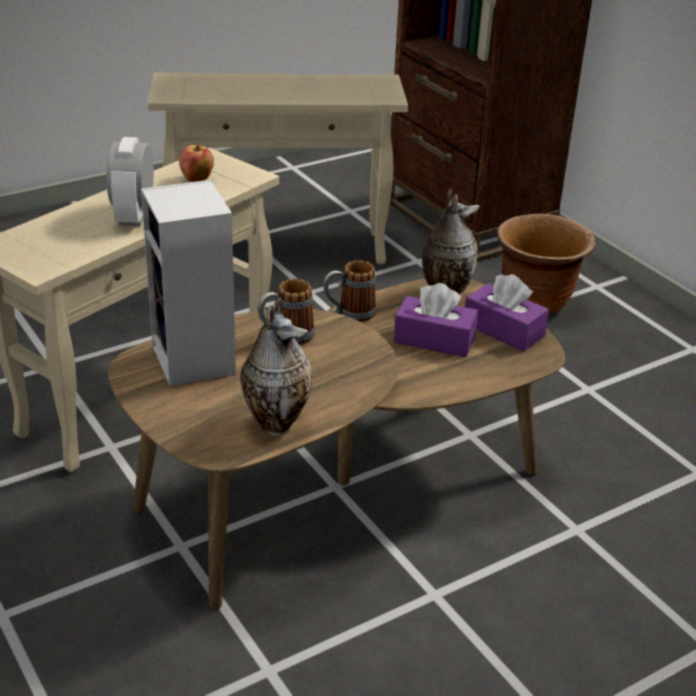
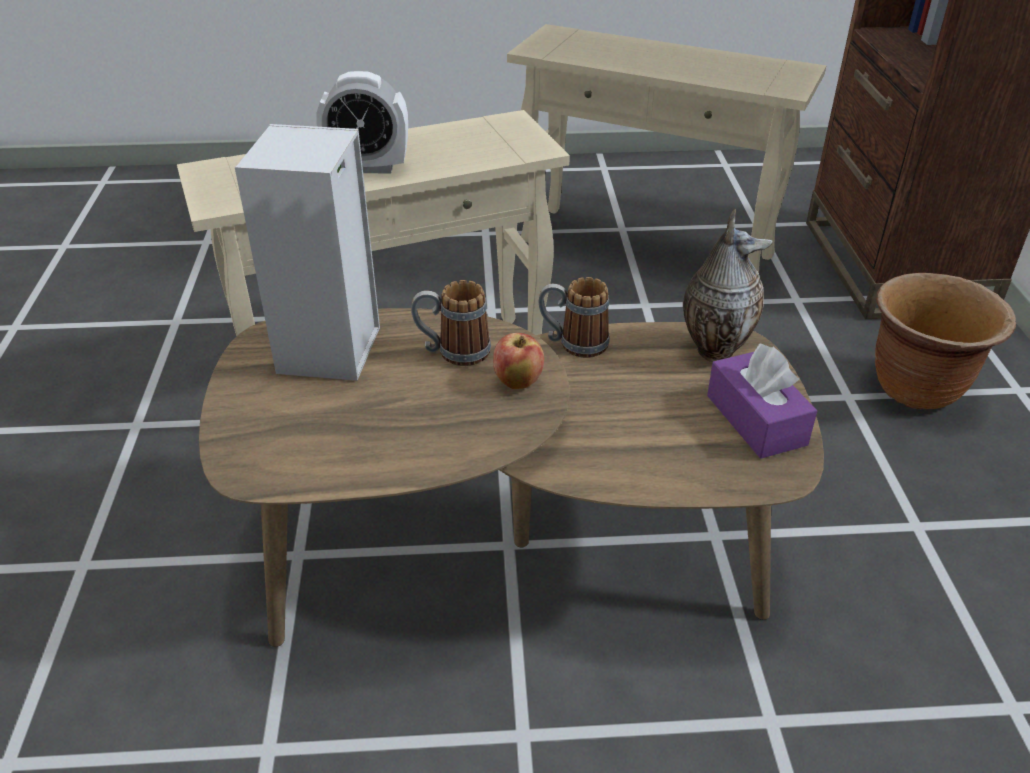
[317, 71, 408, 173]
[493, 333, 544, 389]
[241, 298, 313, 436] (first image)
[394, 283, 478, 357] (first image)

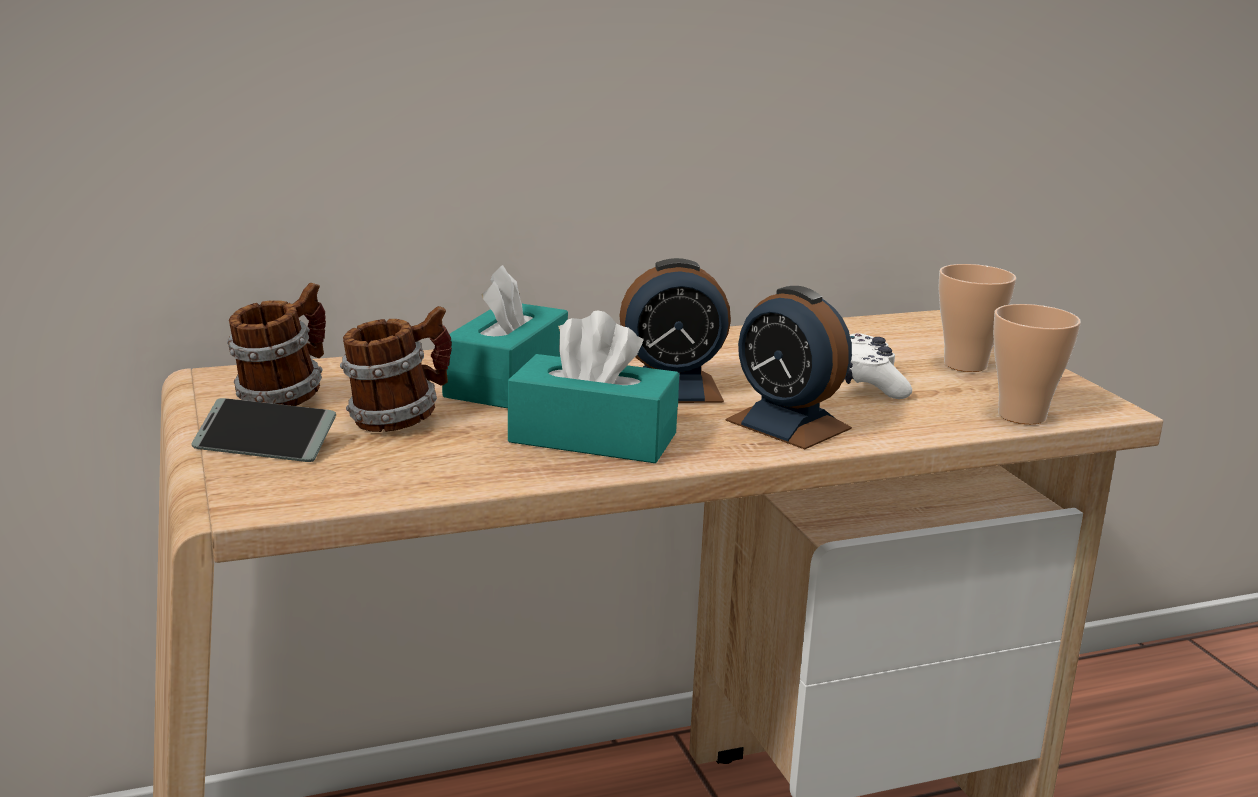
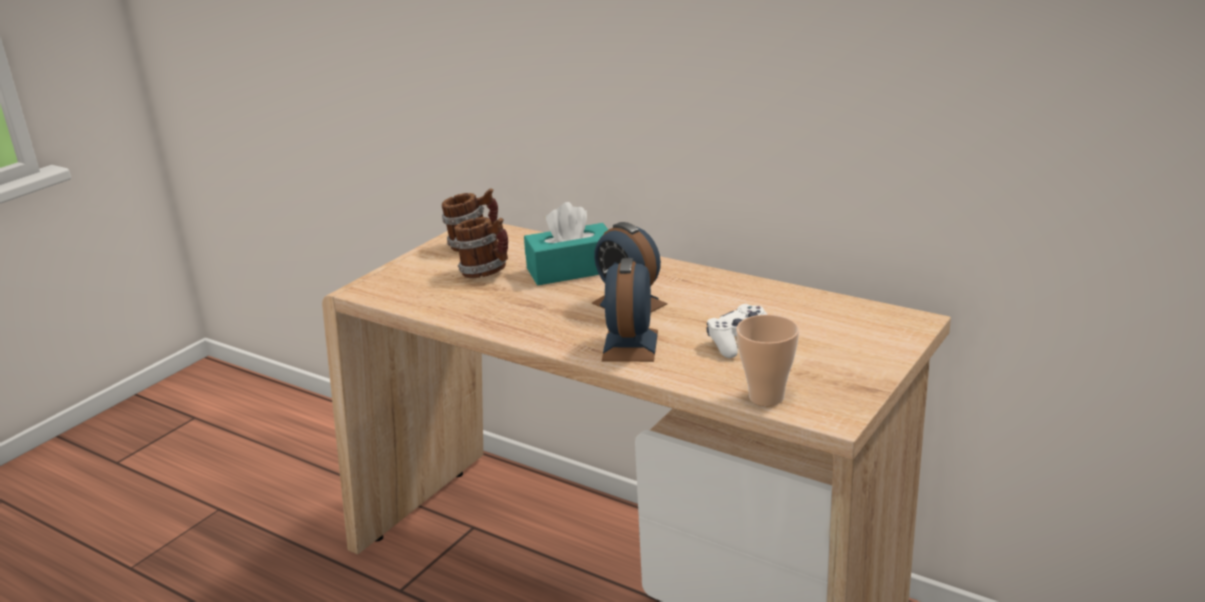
[191, 398, 336, 462] (first image)
[508, 311, 679, 463] (first image)
[938, 264, 1016, 372] (first image)

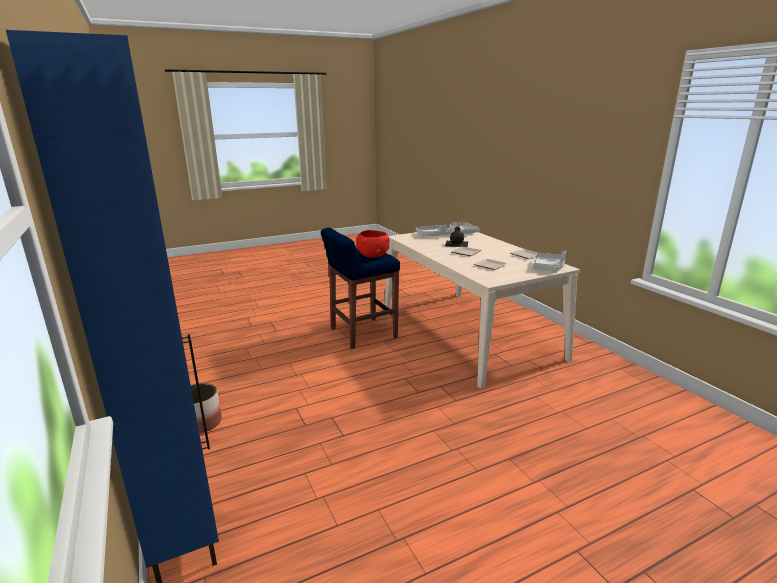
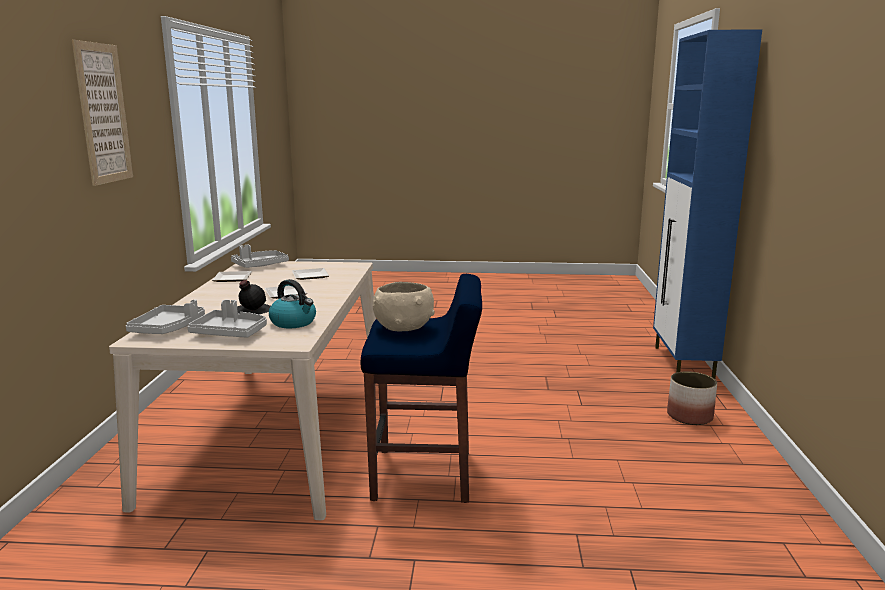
[72, 40, 133, 186]
[269, 279, 316, 328]
[373, 282, 435, 331]

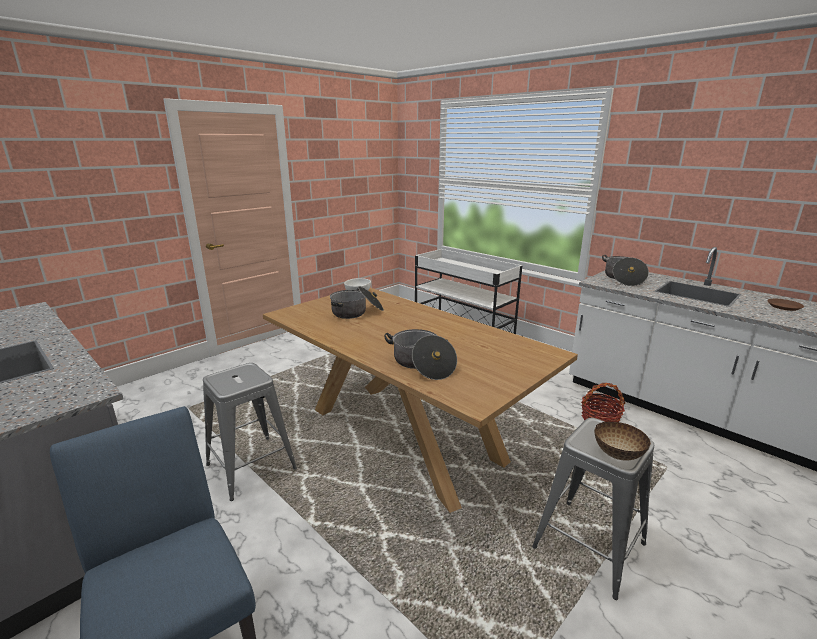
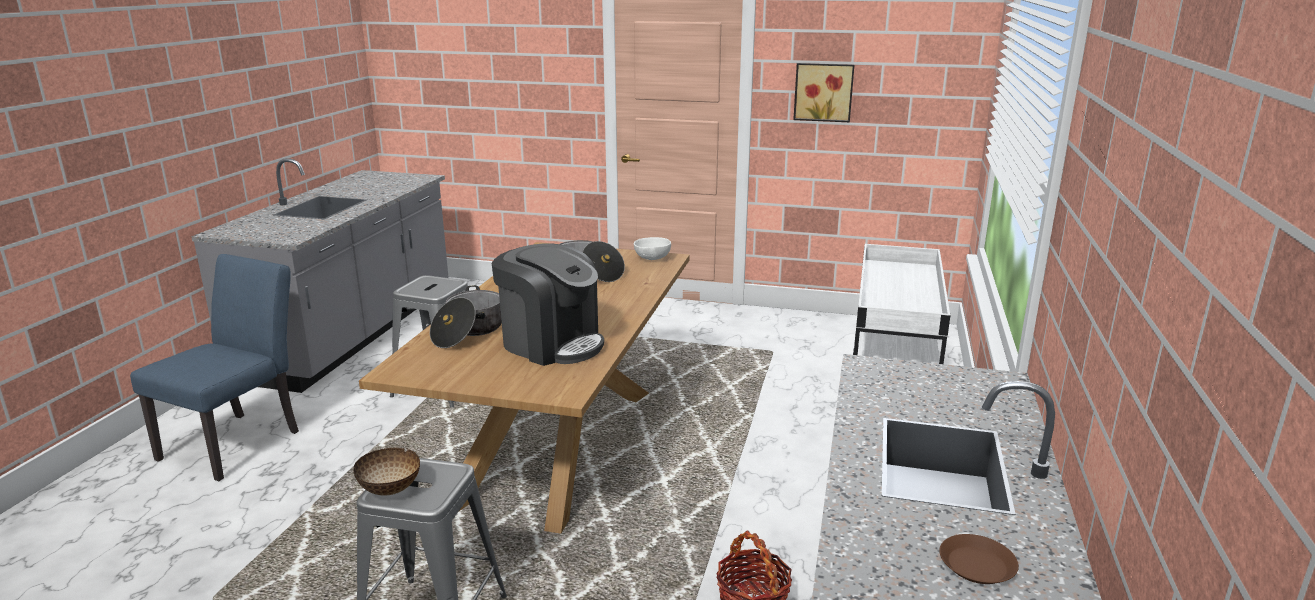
[492, 244, 604, 366]
[793, 63, 855, 122]
[602, 255, 649, 286] (first image)

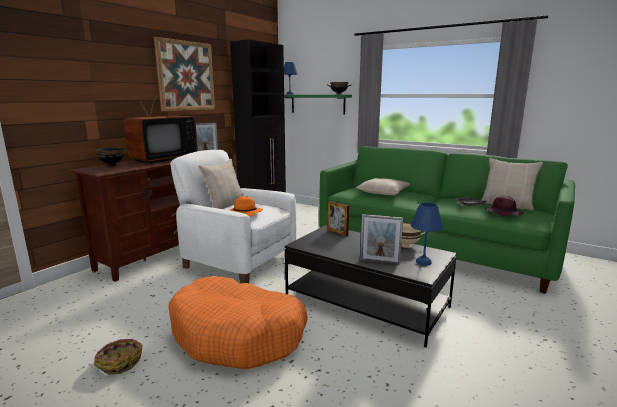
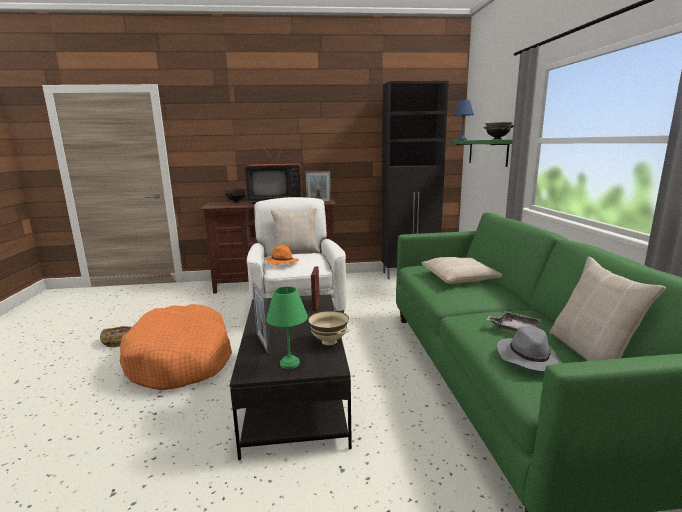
[266, 286, 308, 369]
[497, 326, 562, 371]
[154, 37, 215, 111] (first image)

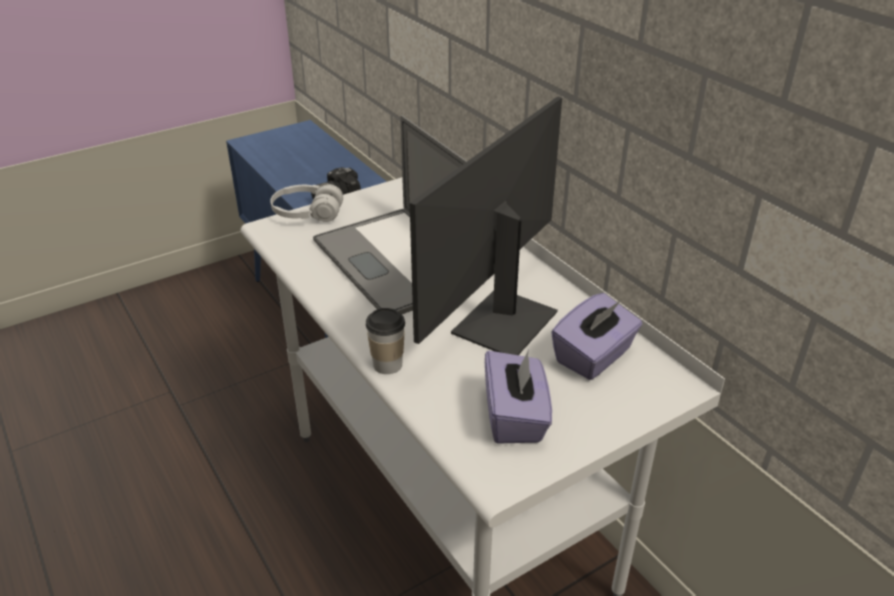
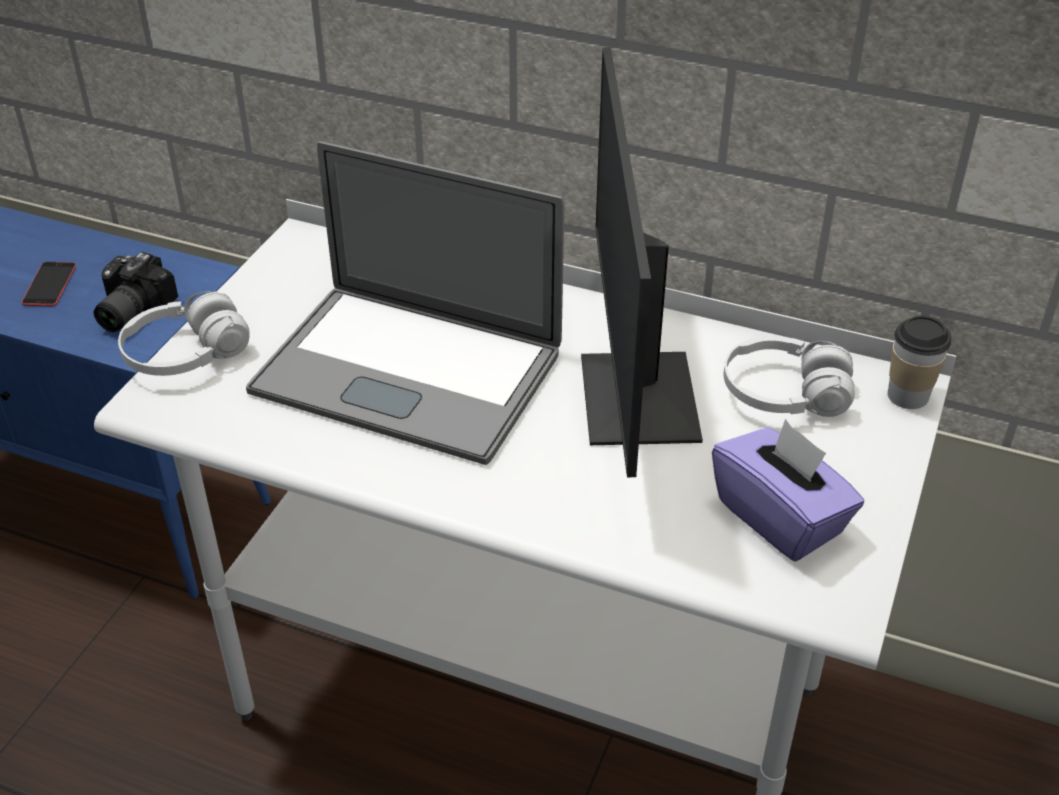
[21, 262, 76, 306]
[724, 336, 855, 417]
[888, 316, 951, 409]

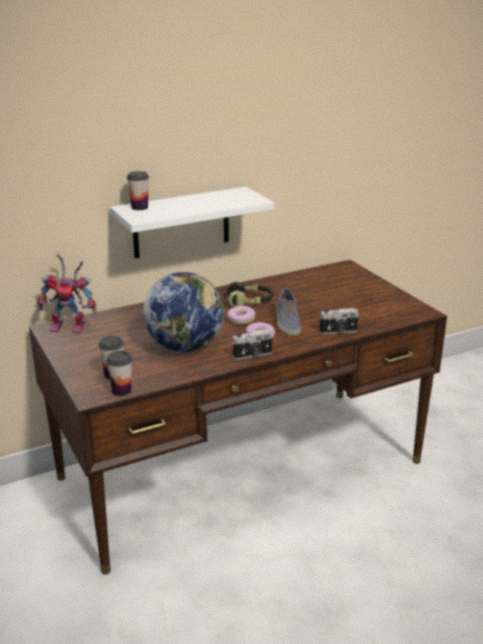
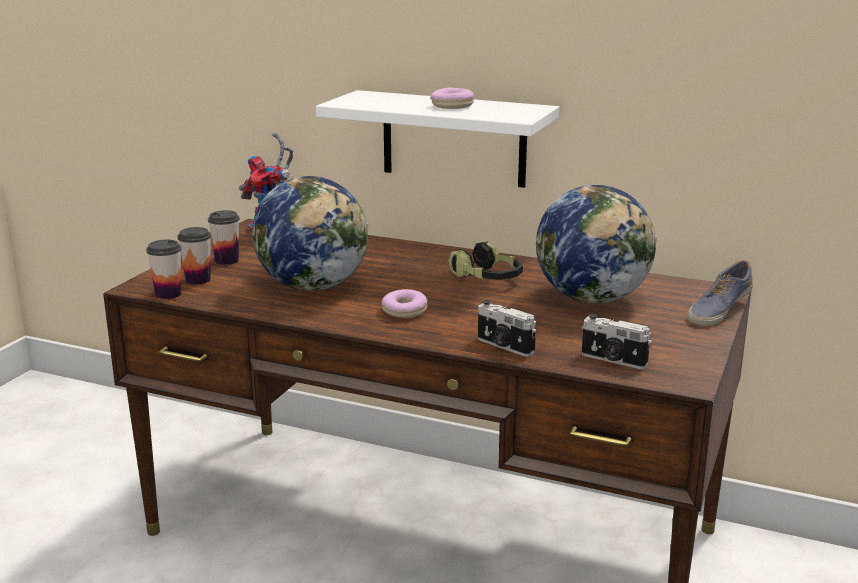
[208, 210, 240, 265]
[430, 88, 474, 109]
[536, 185, 657, 303]
[582, 314, 652, 369]
[688, 260, 753, 326]

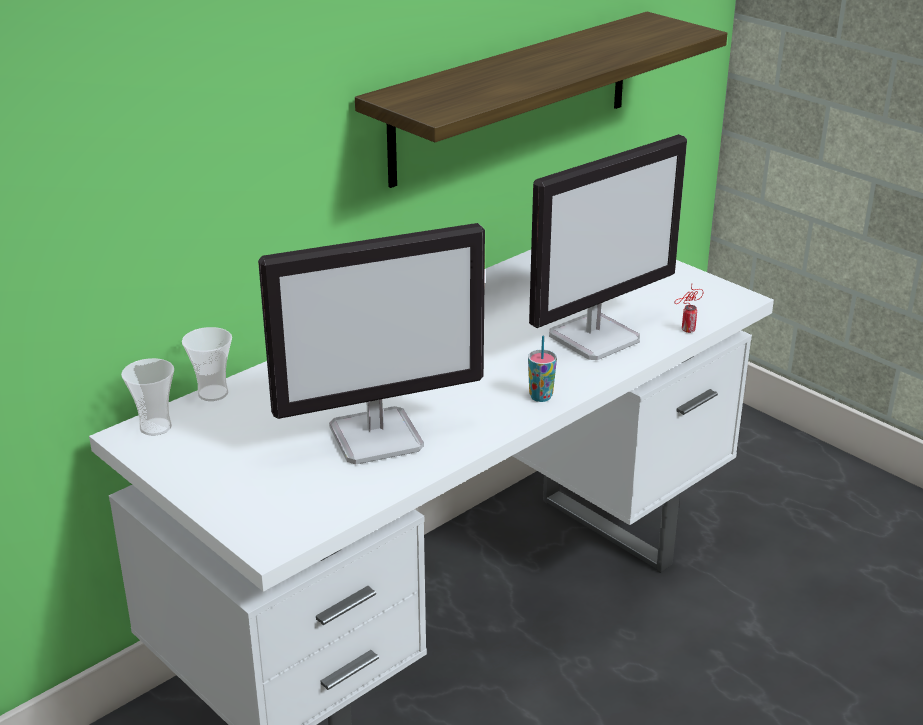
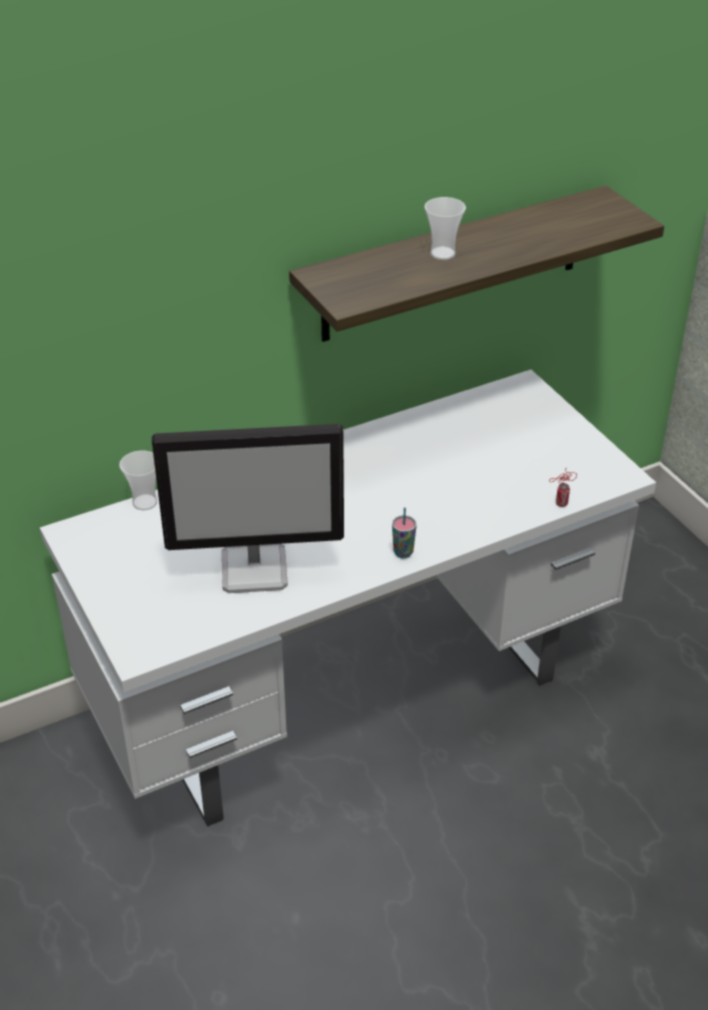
[425, 197, 466, 260]
[529, 134, 687, 360] (first image)

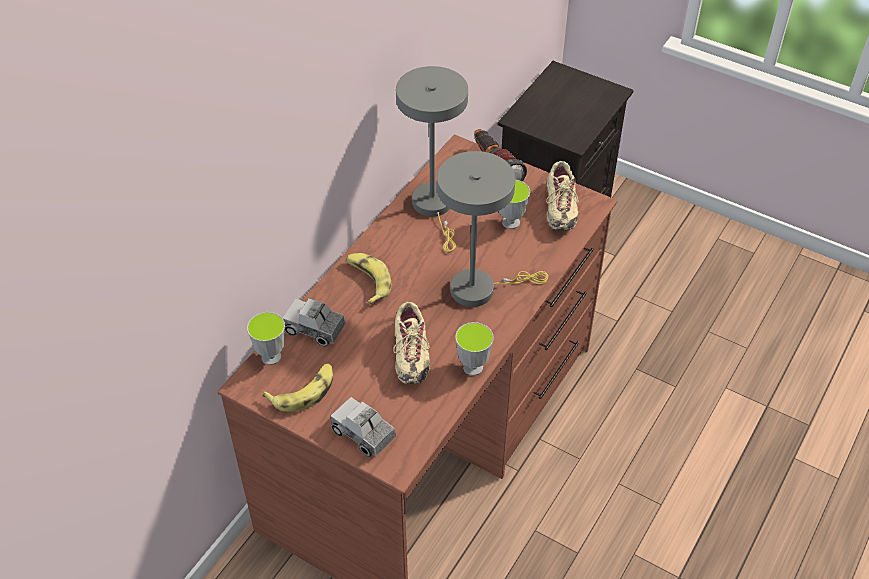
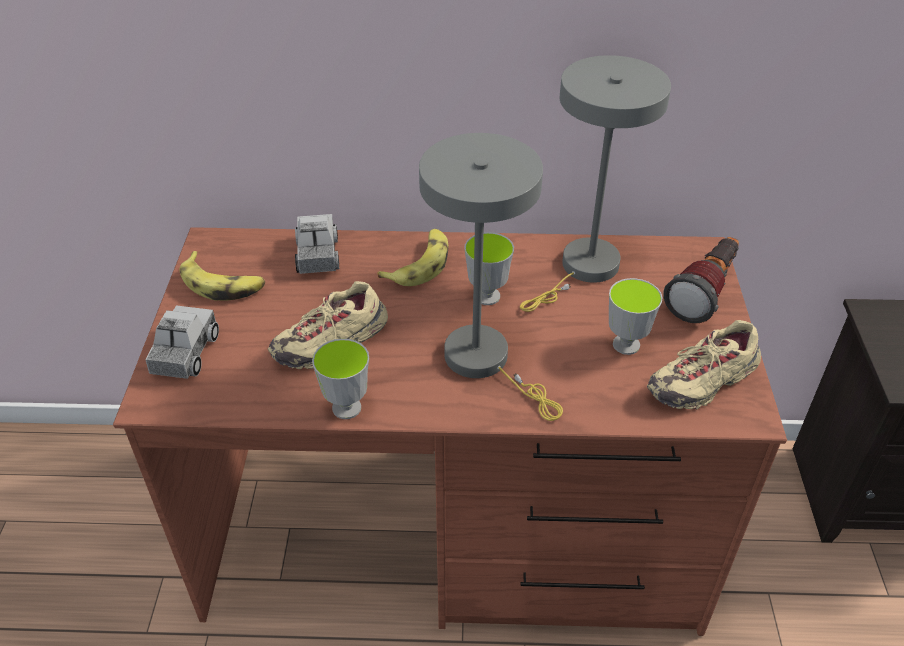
[464, 232, 514, 305]

